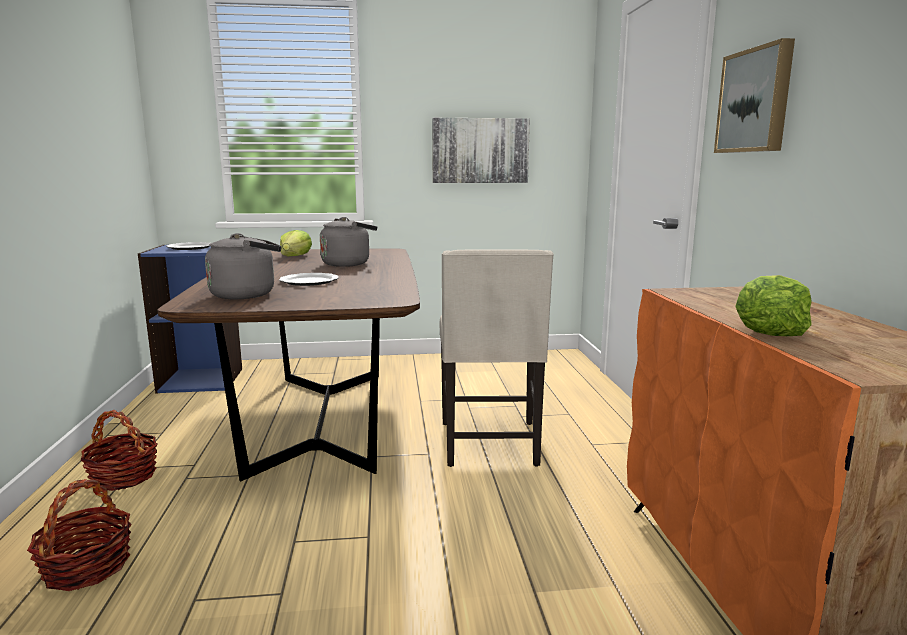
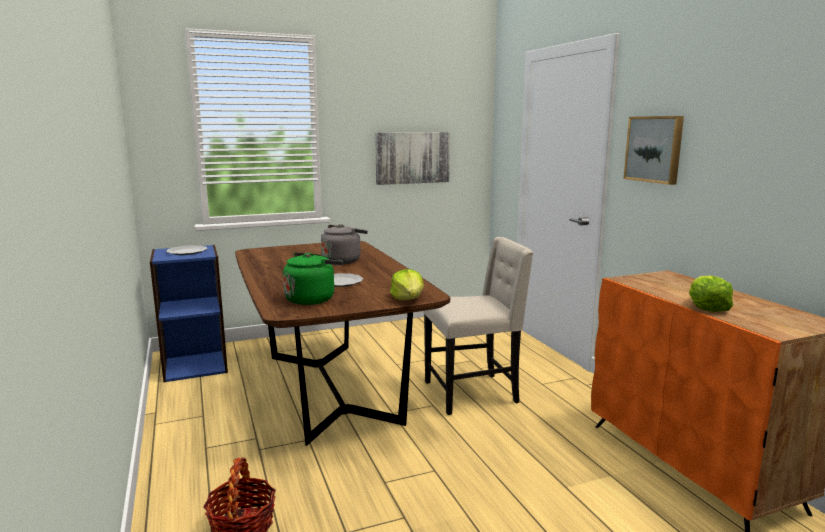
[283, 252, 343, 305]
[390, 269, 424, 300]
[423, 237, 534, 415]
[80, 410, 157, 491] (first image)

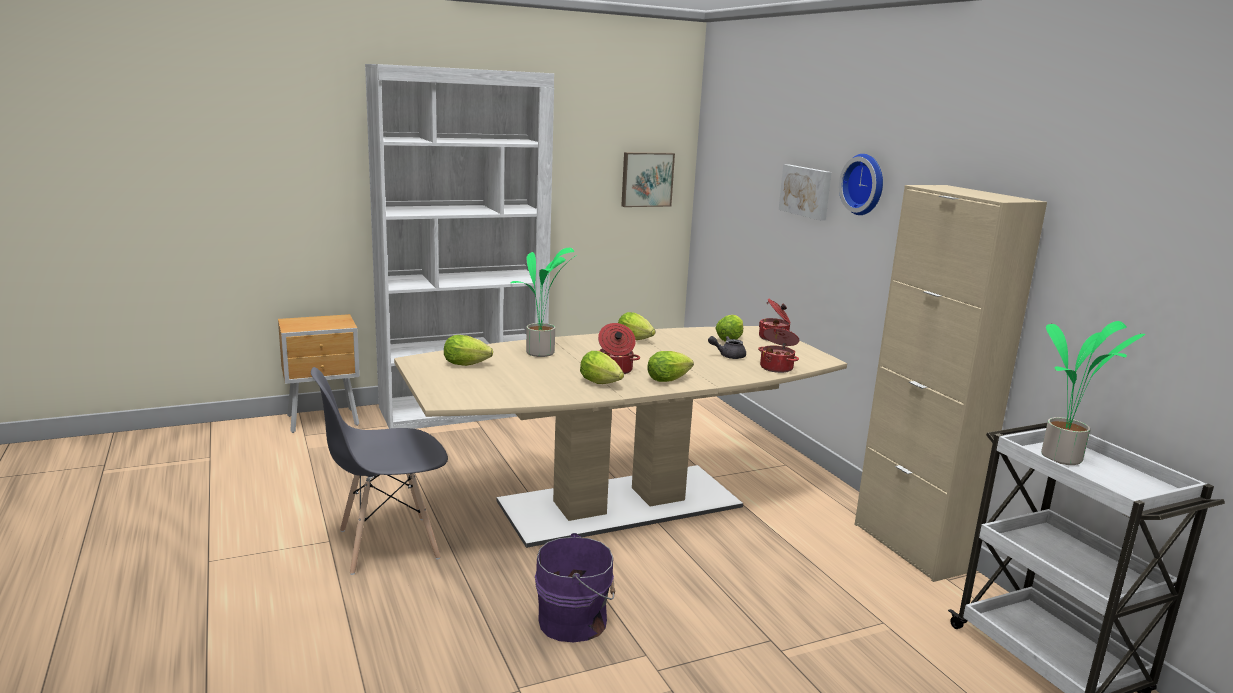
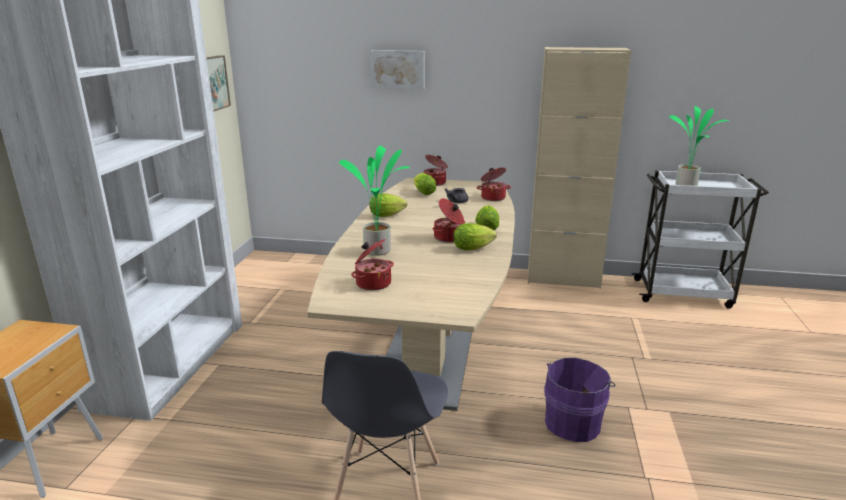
[351, 239, 394, 290]
[839, 154, 883, 215] (first image)

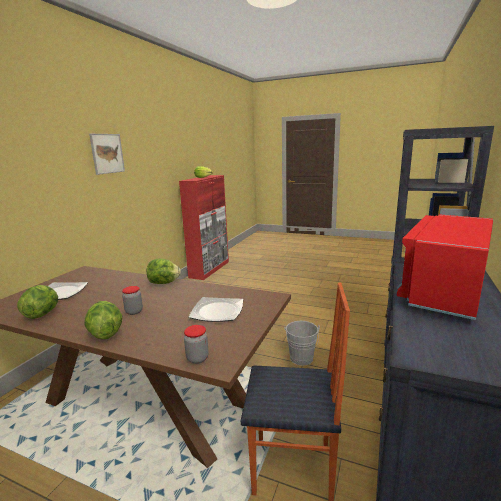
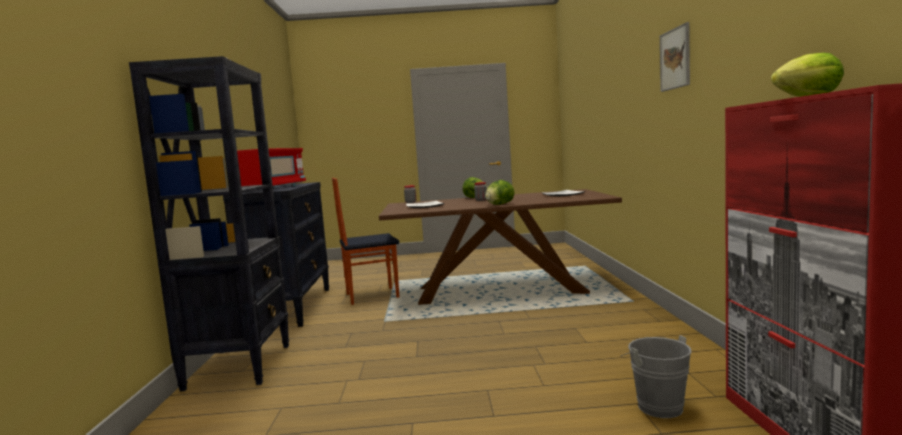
[621, 335, 691, 418]
[17, 285, 58, 319] (first image)

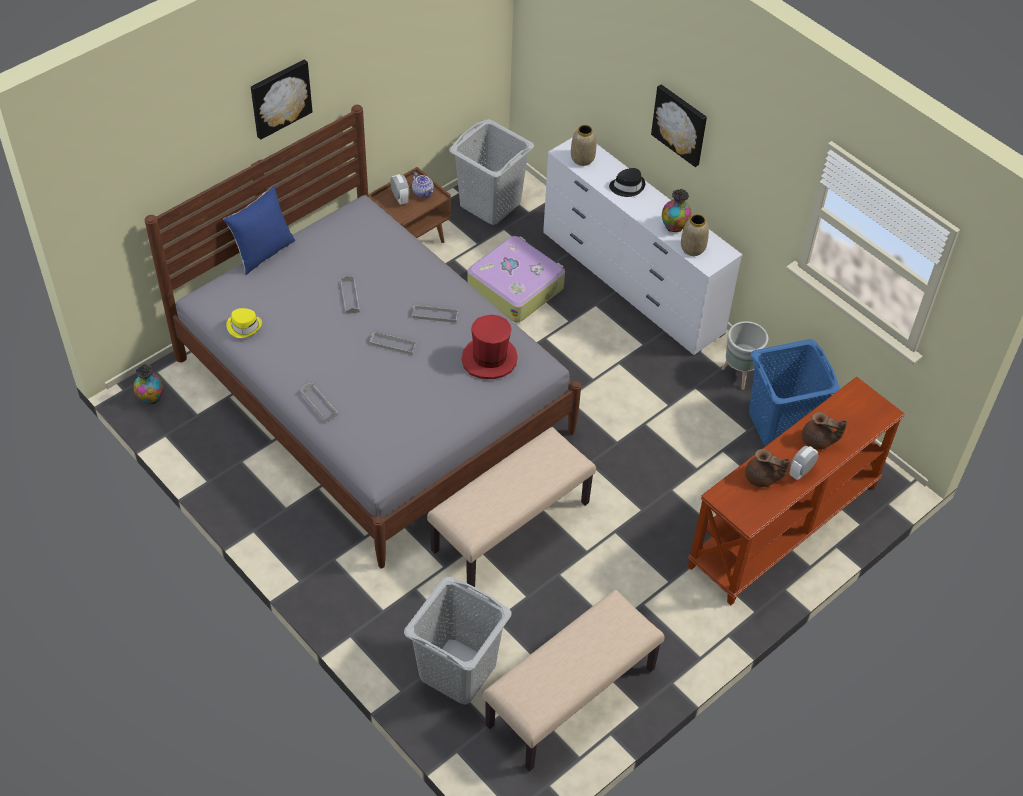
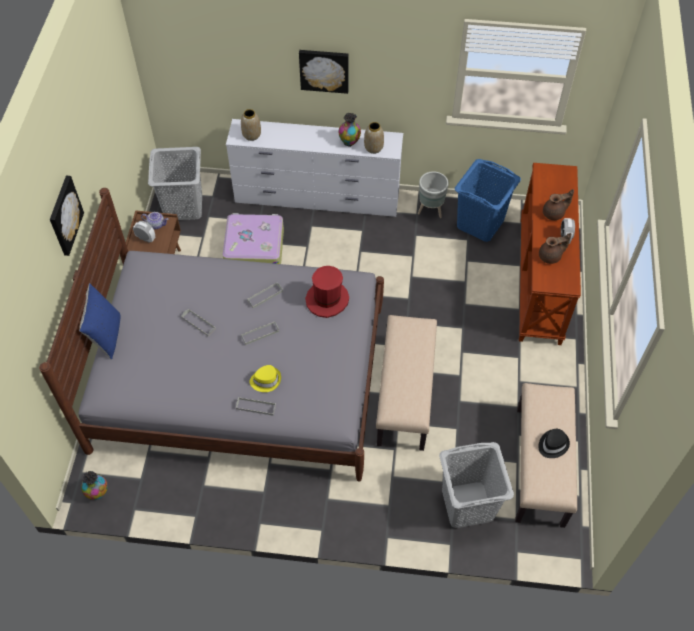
[249, 365, 281, 392]
[538, 429, 570, 458]

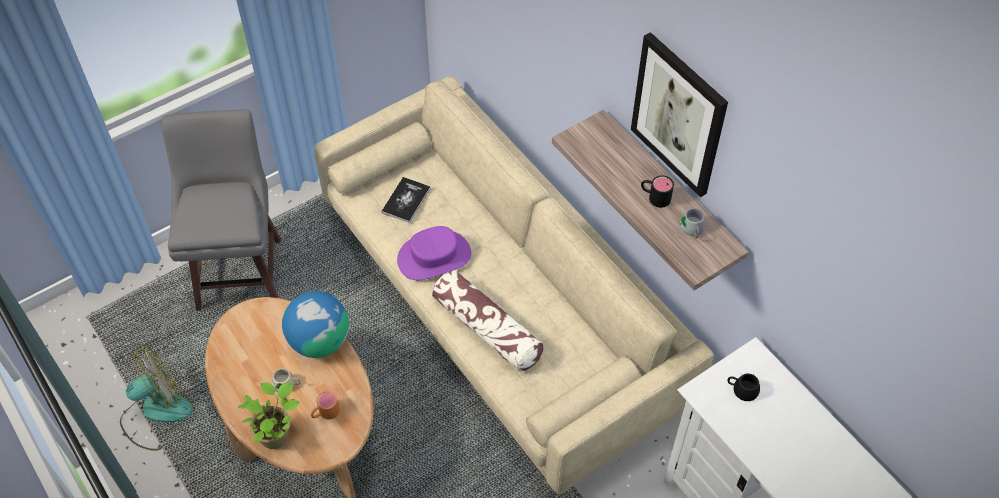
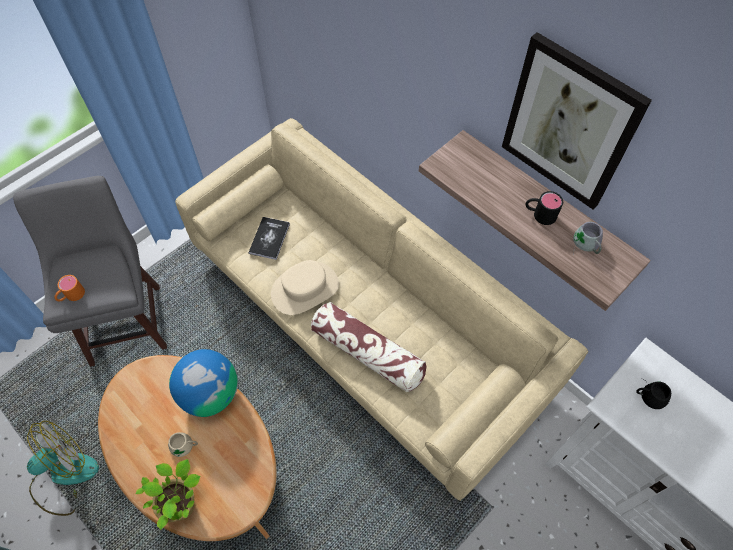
[55, 275, 85, 301]
[271, 260, 339, 315]

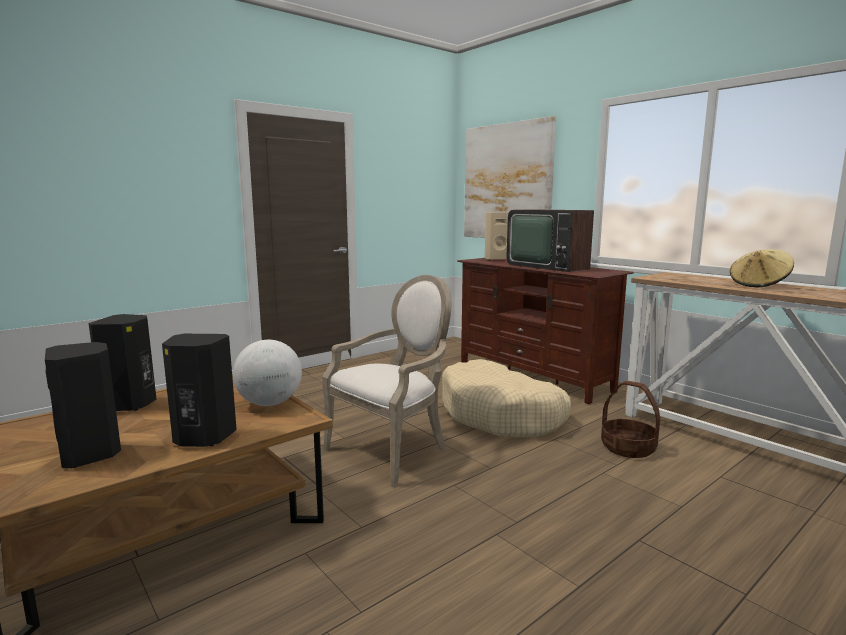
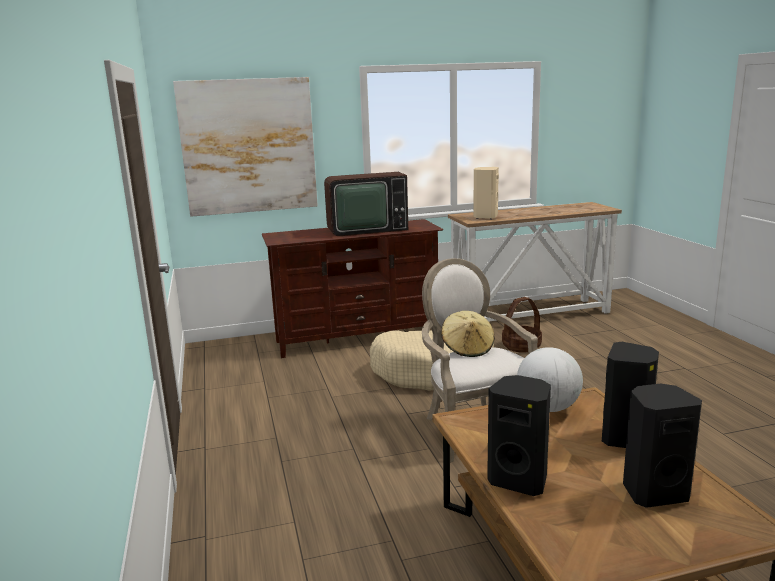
[441, 311, 495, 357]
[473, 167, 499, 219]

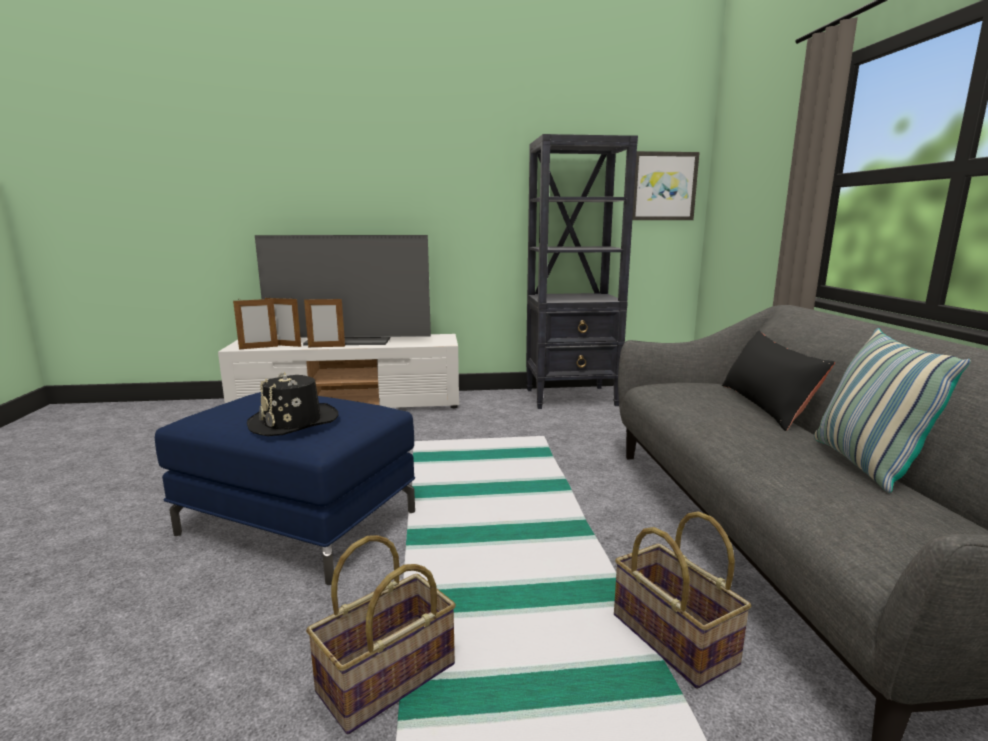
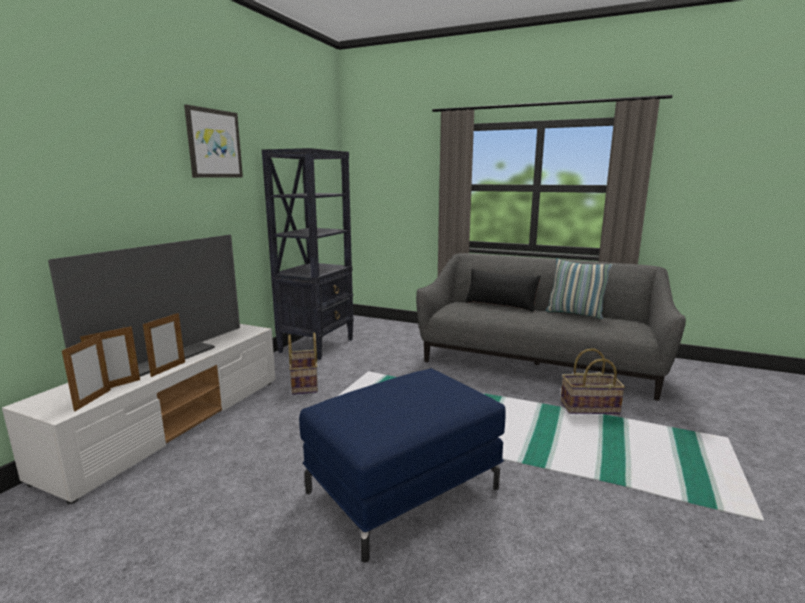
[184, 104, 243, 178]
[288, 333, 318, 395]
[247, 371, 338, 436] (first image)

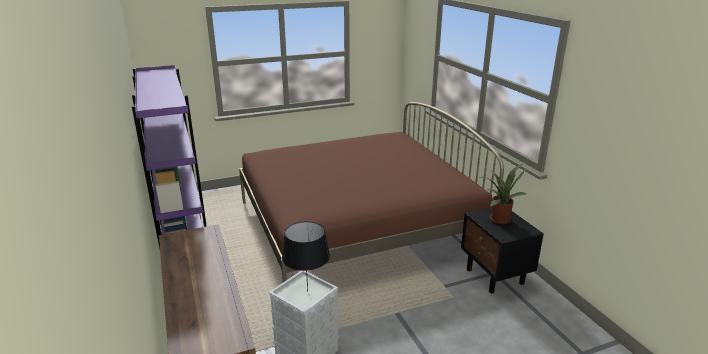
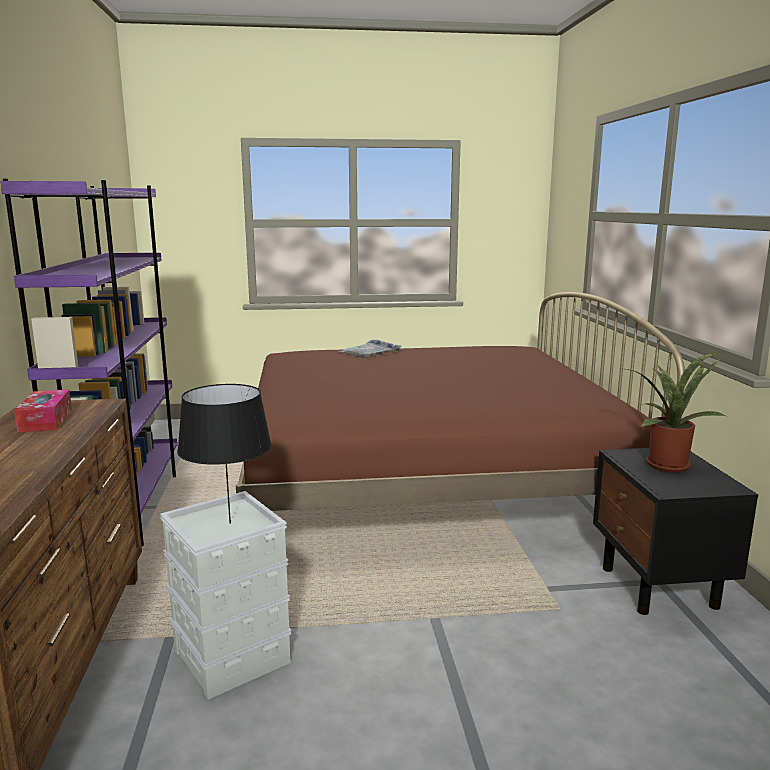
[14, 389, 72, 432]
[339, 340, 402, 358]

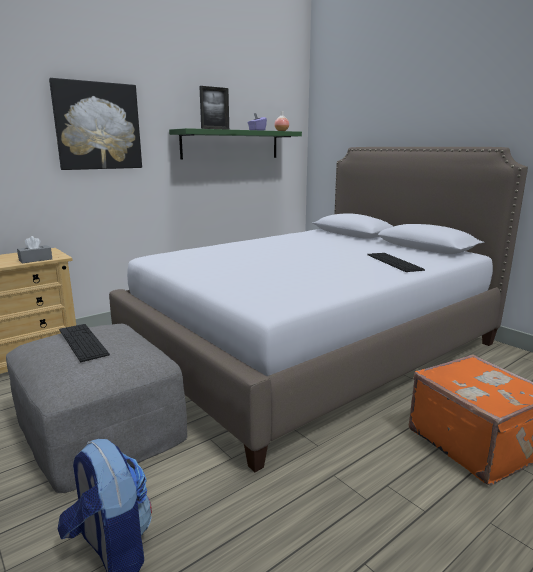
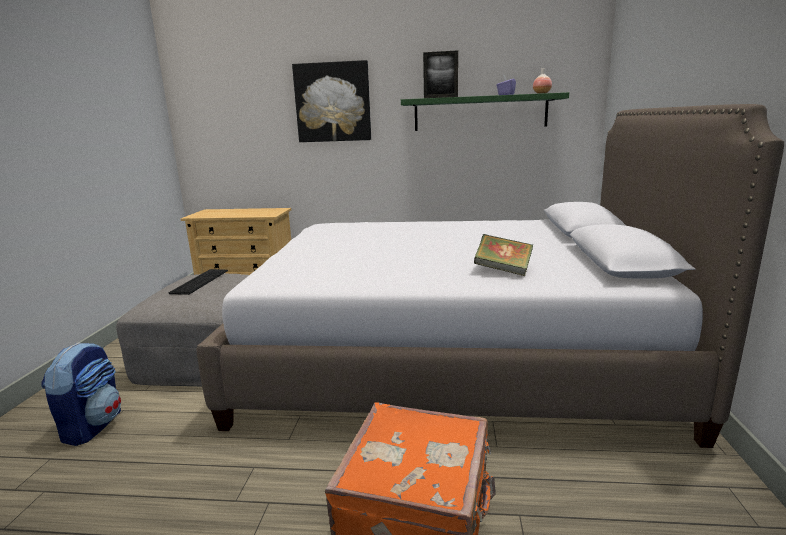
[474, 234, 533, 276]
[17, 236, 52, 263] (first image)

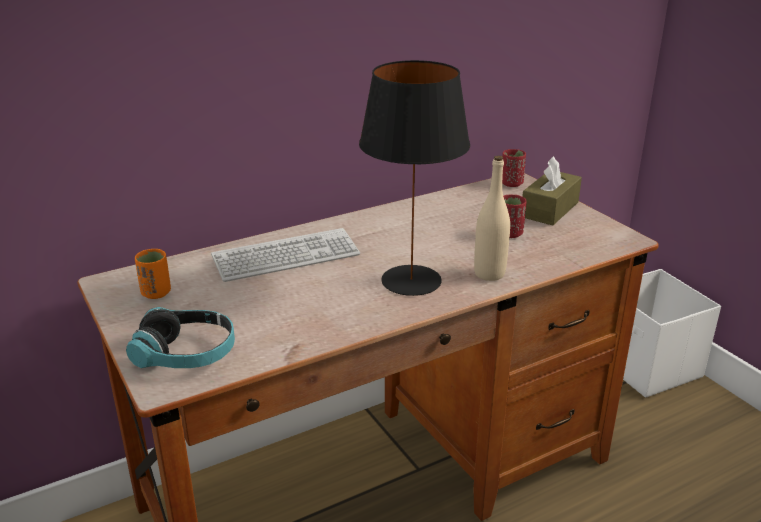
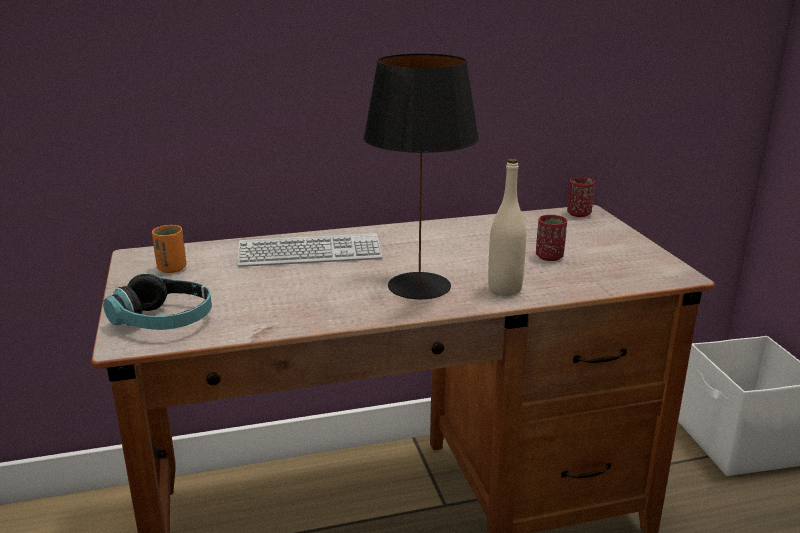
[522, 156, 582, 226] (first image)

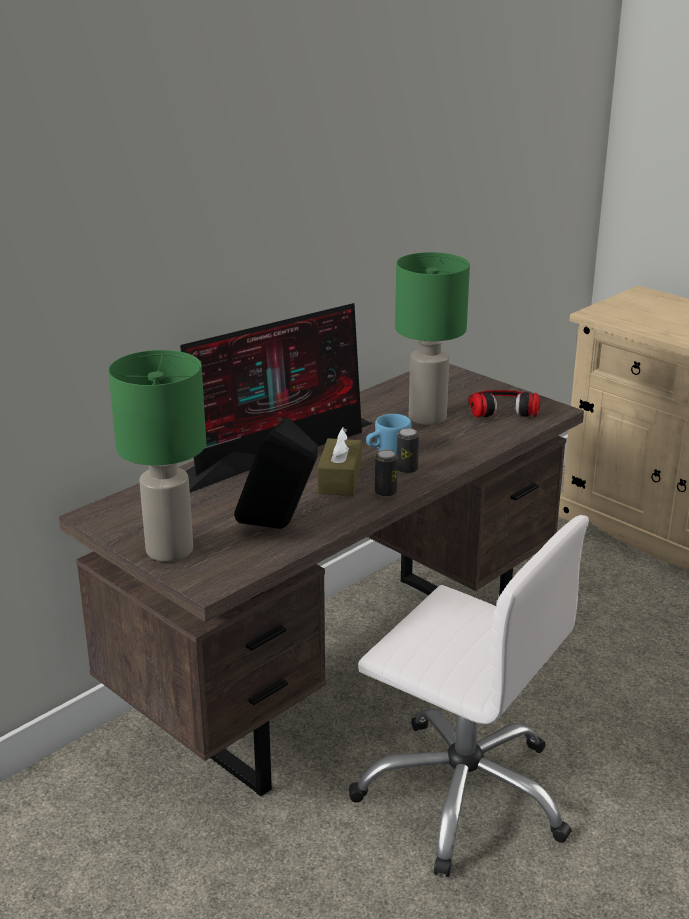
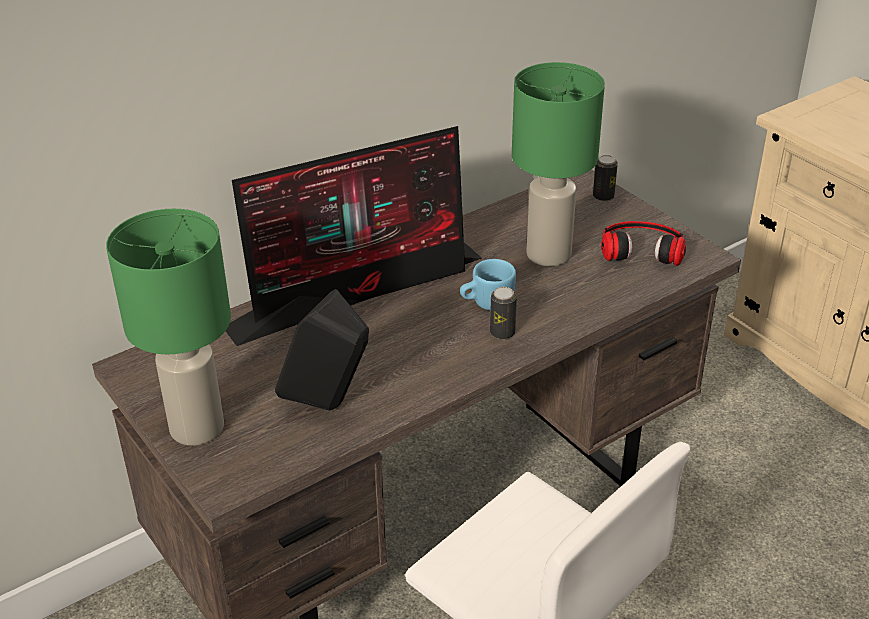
[593, 155, 618, 201]
[318, 428, 362, 496] (first image)

